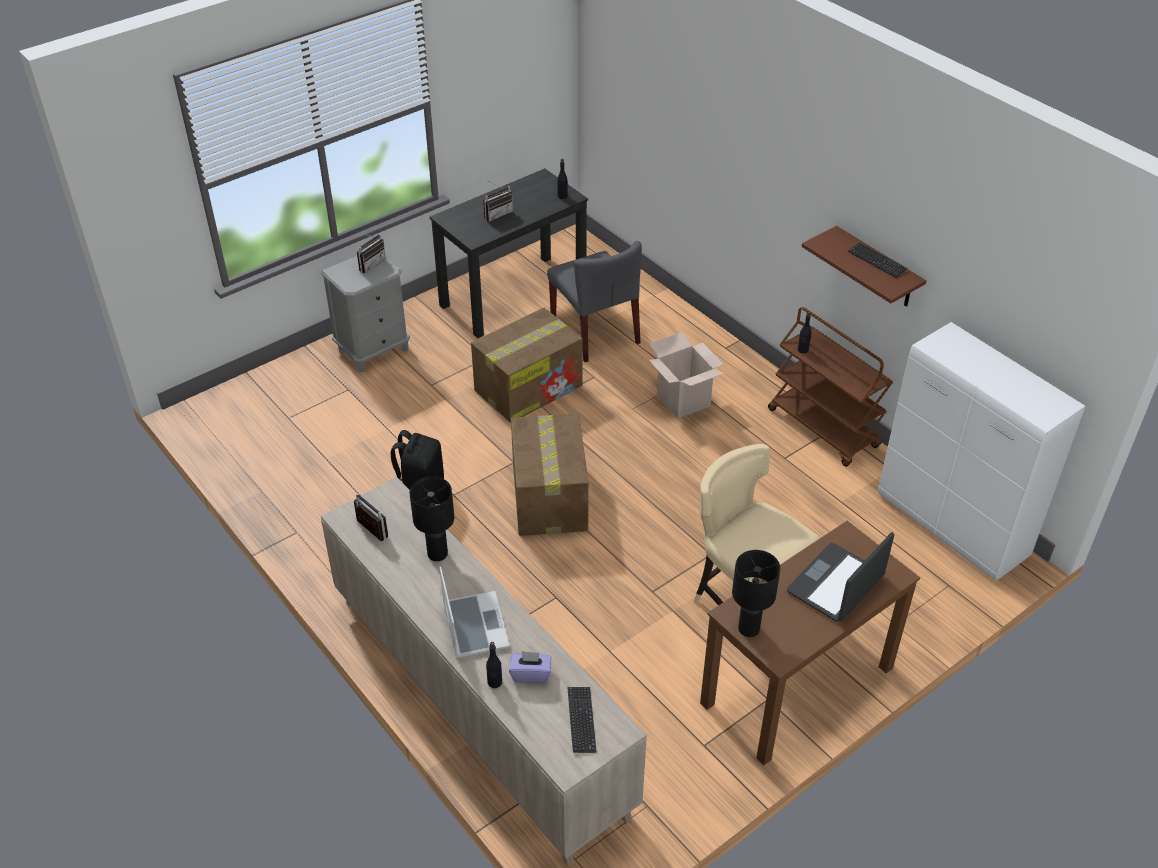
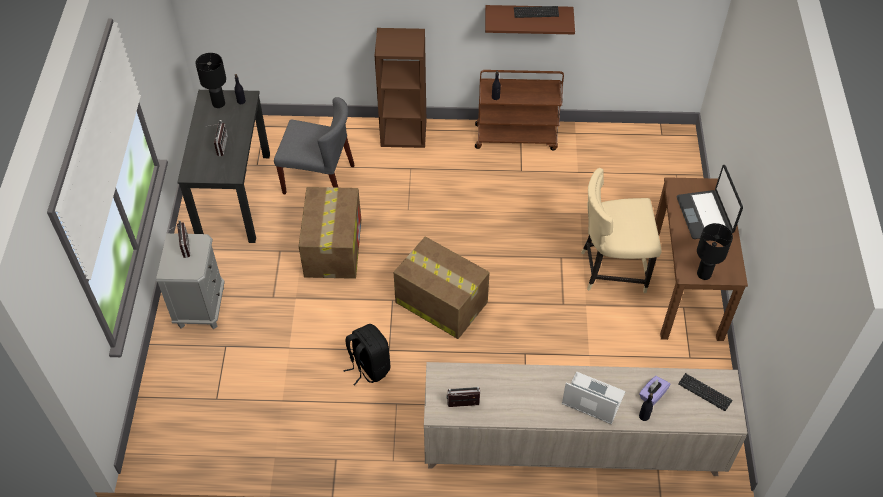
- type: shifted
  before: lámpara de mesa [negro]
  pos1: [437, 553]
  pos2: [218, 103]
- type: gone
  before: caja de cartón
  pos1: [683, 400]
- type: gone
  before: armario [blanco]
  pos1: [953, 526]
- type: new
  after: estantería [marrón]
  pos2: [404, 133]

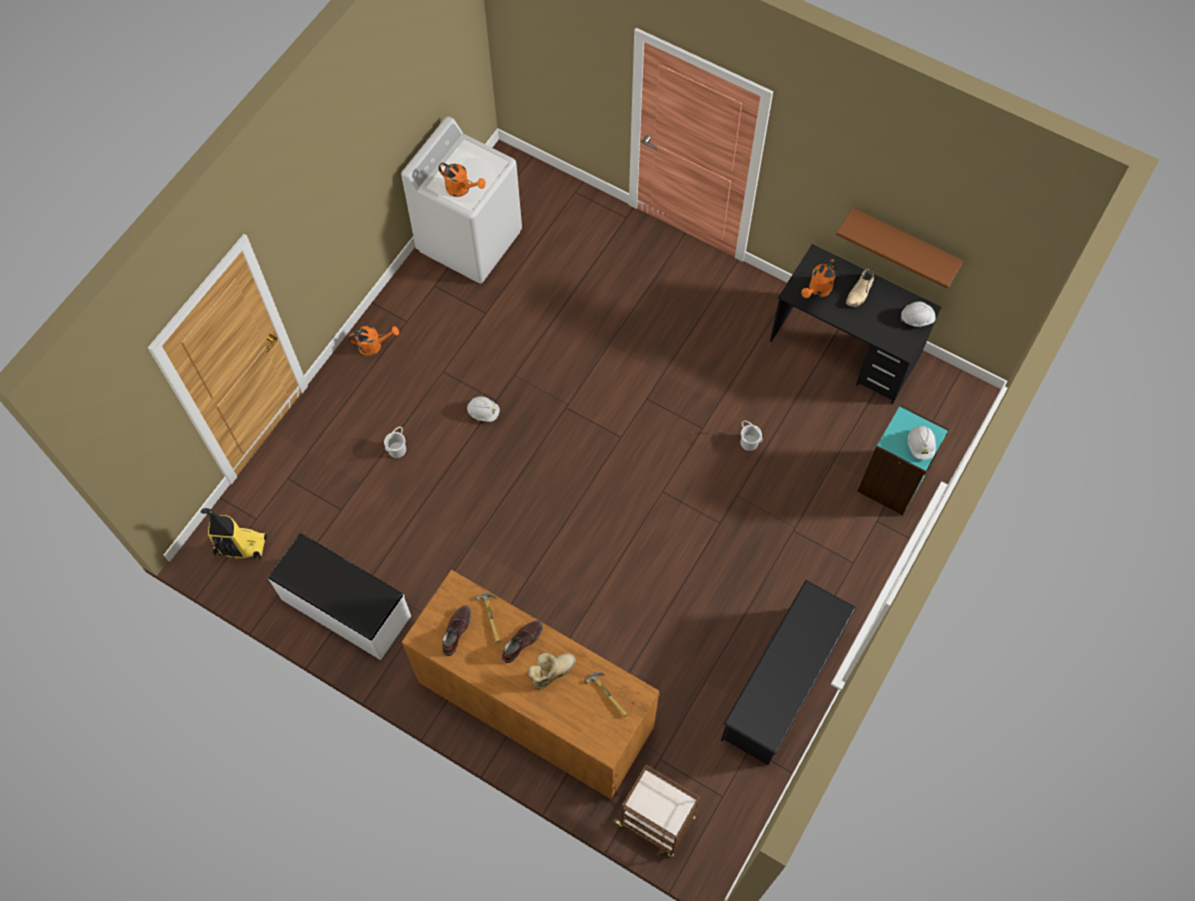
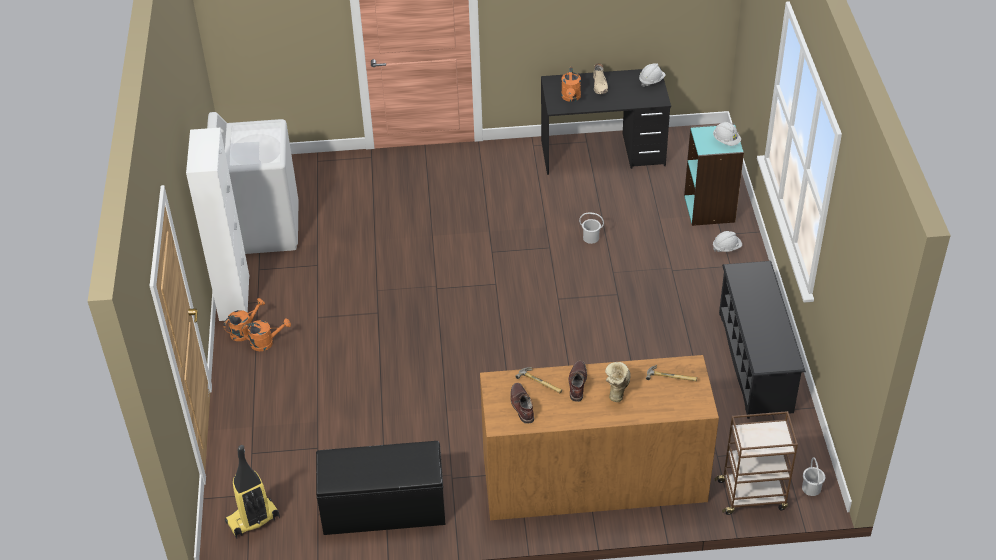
- type: repainted
  before: banco [blanco]
  after: banco [negro]
  pos1: [345, 608]
  pos2: [383, 509]
- type: shifted
  before: cubo [blanco]
  pos1: [397, 449]
  pos2: [811, 488]
- type: shifted
  before: regadera [naranja]
  pos1: [461, 189]
  pos2: [266, 342]
- type: shifted
  before: casco [blanco]
  pos1: [483, 412]
  pos2: [726, 248]
- type: gone
  before: estante [marrón]
  pos1: [904, 242]
- type: new
  after: armario [blanco]
  pos2: [234, 297]

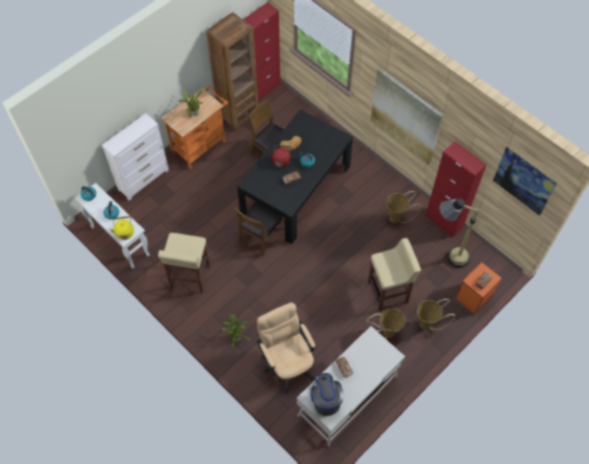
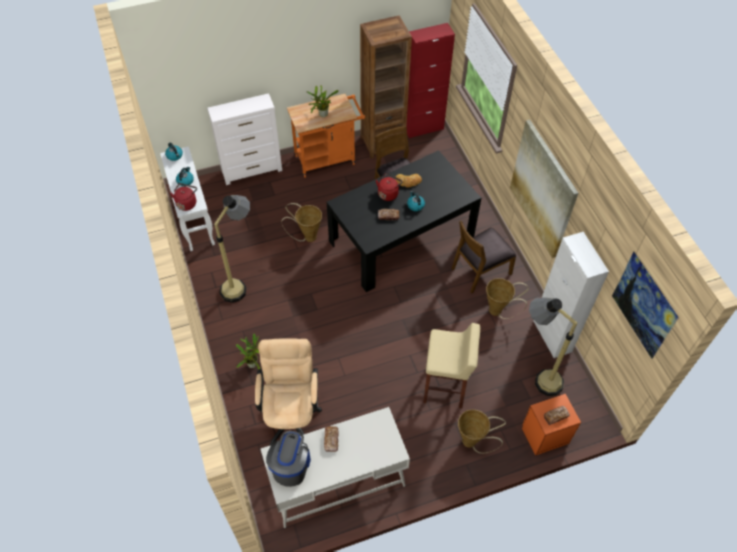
- type: repainted
  before: hervidor [amarillo]
  after: hervidor [rojo]
  pos1: [124, 232]
  pos2: [187, 203]
- type: swapped
  before: taburete [beis]
  after: lámpara de pie
  pos1: [190, 277]
  pos2: [241, 282]
- type: shifted
  before: silla [marrón]
  pos1: [261, 234]
  pos2: [480, 270]
- type: shifted
  before: cesta
  pos1: [386, 333]
  pos2: [307, 237]
- type: repainted
  before: armario [rojo]
  after: armario [blanco]
  pos1: [444, 221]
  pos2: [552, 336]

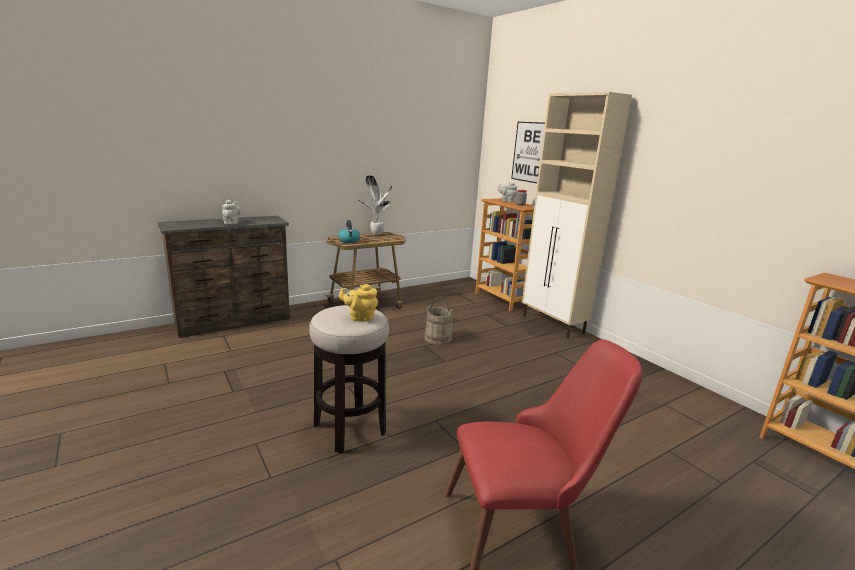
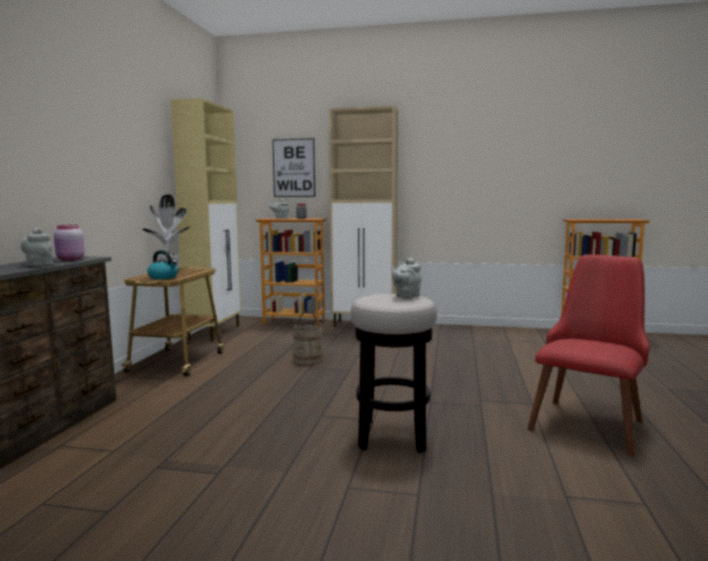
- type: repainted
  before: tetera [amarillo]
  after: tetera [gris]
  pos1: [360, 317]
  pos2: [406, 296]
- type: new
  after: tarro [rosa]
  pos2: [70, 260]
- type: new
  after: armario [beis]
  pos2: [215, 332]

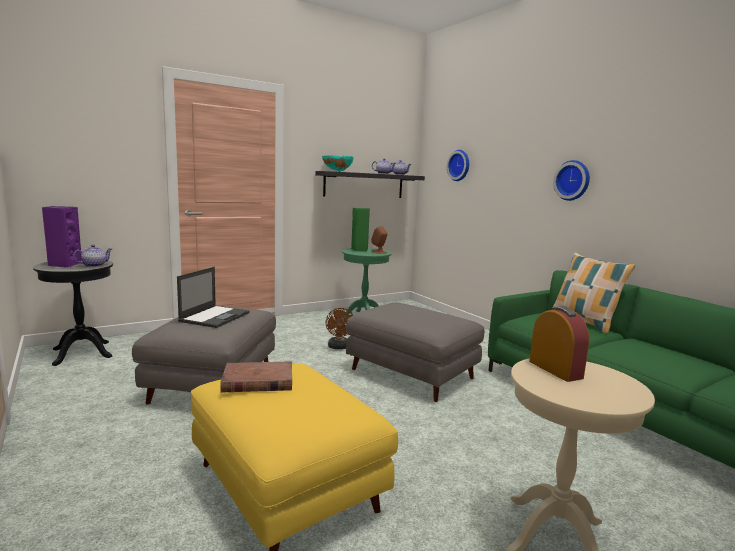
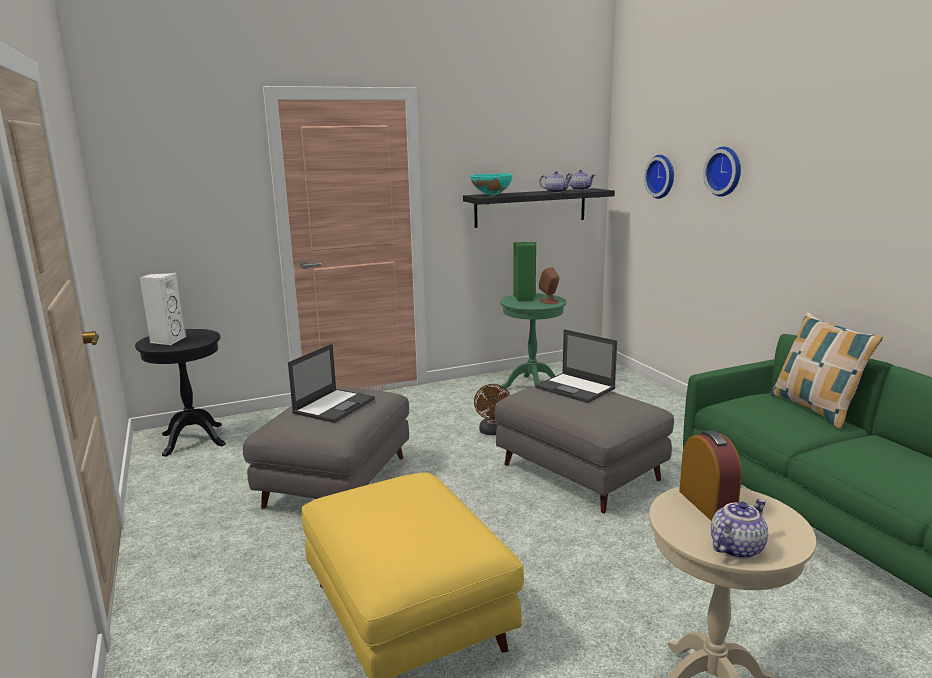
- type: repainted
  before: altavoz [morado]
  after: altavoz [blanco]
  pos1: [64, 264]
  pos2: [167, 340]
- type: shifted
  before: tetera
  pos1: [94, 265]
  pos2: [735, 547]
- type: gone
  before: libro [marrón]
  pos1: [257, 381]
- type: shifted
  before: reloj de pared
  pos1: [573, 180]
  pos2: [725, 171]
- type: new
  after: portátil
  pos2: [576, 388]

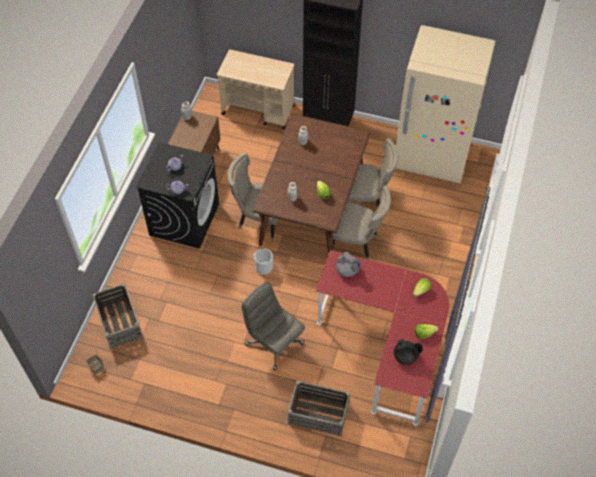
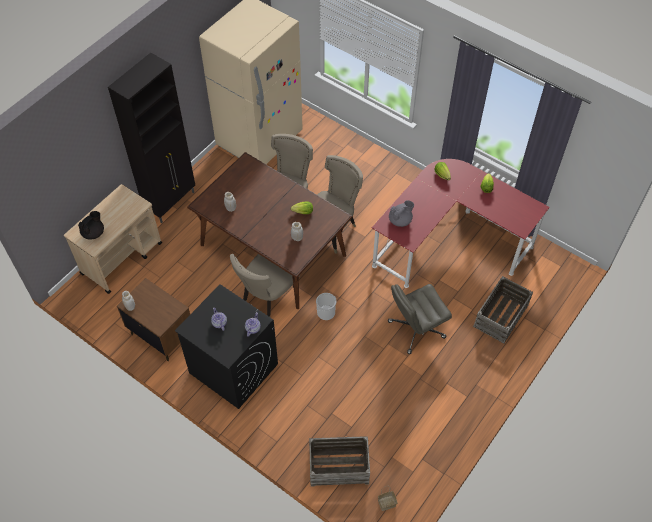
- type: shifted
  before: tetera [negro]
  pos1: [406, 356]
  pos2: [93, 233]

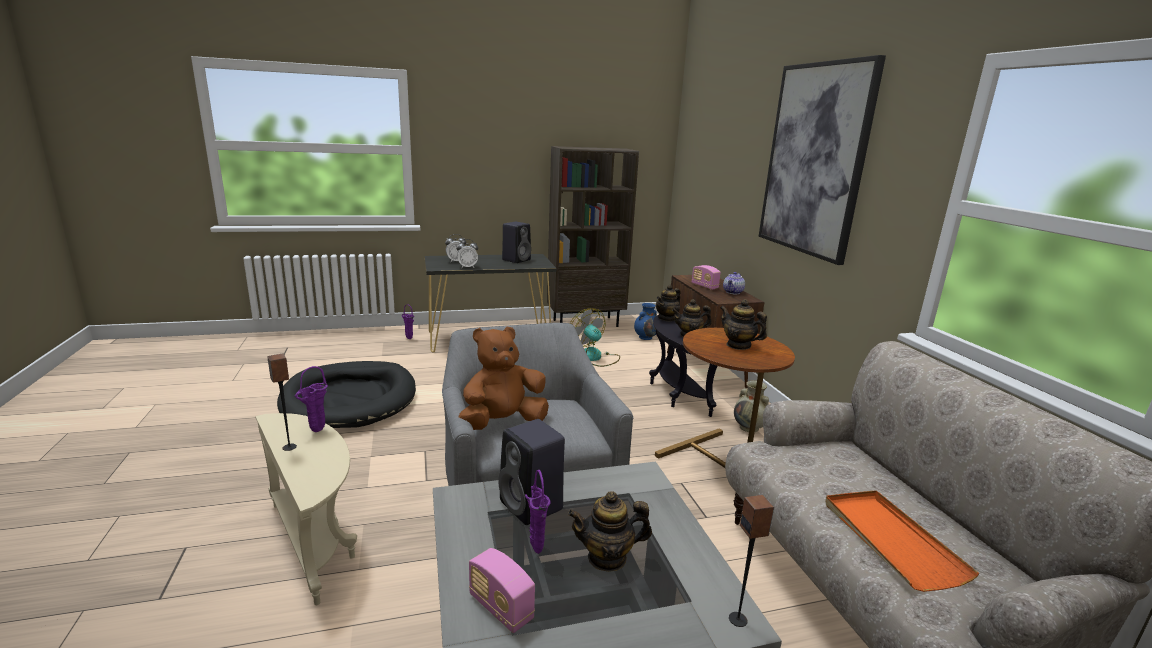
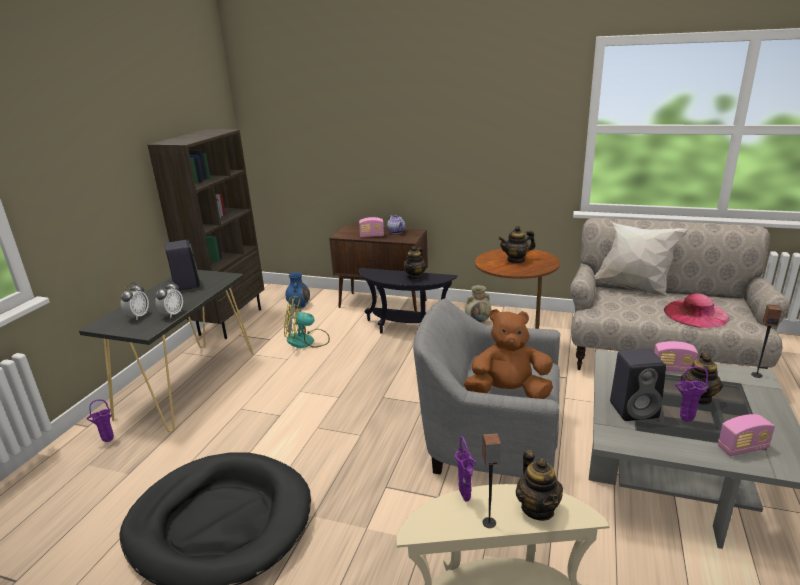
- type: rotated
  before: peluche [marrón]
  pos1: [502, 423]
  pos2: [508, 393]
  turn: 90
- type: shifted
  before: tetera
  pos1: [667, 318]
  pos2: [538, 508]
- type: gone
  before: cuadro
  pos1: [815, 160]
- type: swapped
  before: bandeja [naranja]
  after: sombrero [rosa]
  pos1: [890, 540]
  pos2: [696, 314]
- type: new
  after: cojín [blanco]
  pos2: [632, 288]
- type: new
  after: radio
  pos2: [672, 368]

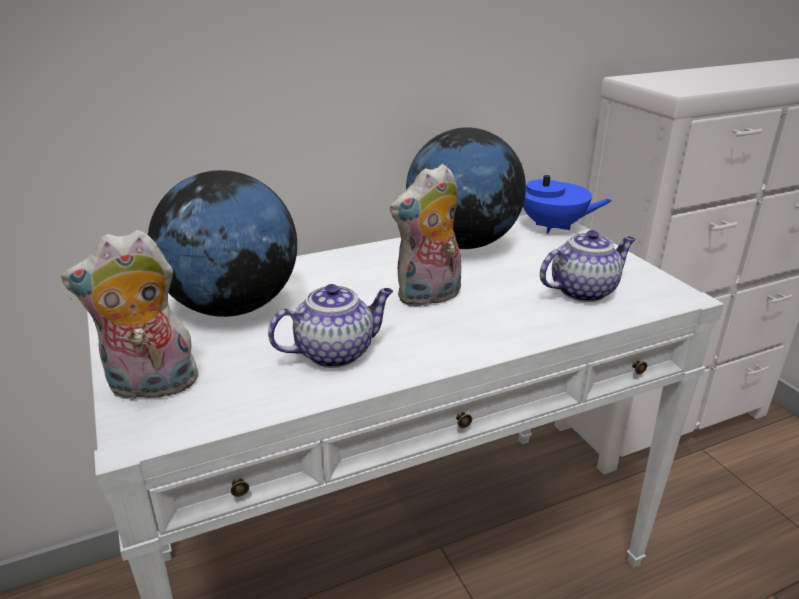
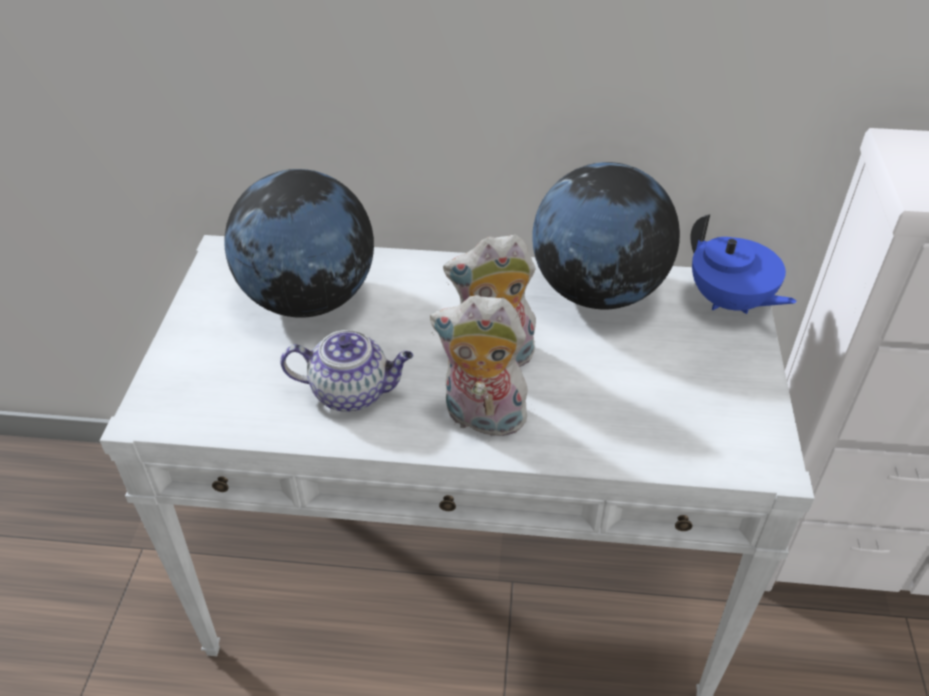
- type: shifted
  before: peluche
  pos1: [151, 387]
  pos2: [481, 419]
- type: gone
  before: tetera
  pos1: [583, 290]

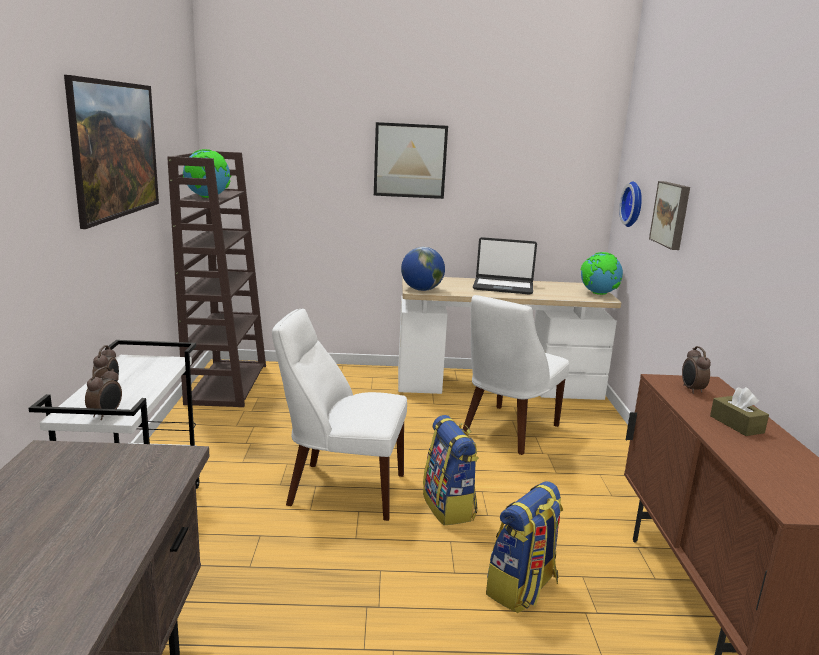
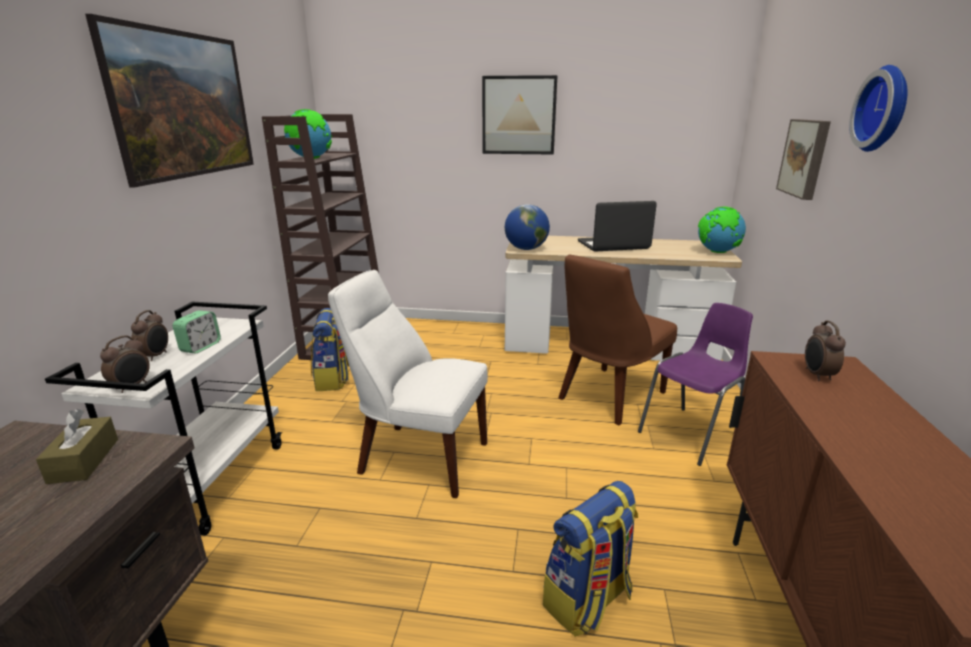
- type: shifted
  before: mochila
  pos1: [449, 507]
  pos2: [332, 379]
- type: repainted
  before: silla [blanco]
  after: silla [marrón]
  pos1: [507, 431]
  pos2: [608, 397]
- type: rotated
  before: portátil
  pos1: [503, 287]
  pos2: [613, 245]
  turn: 150
- type: shifted
  before: reloj de pared
  pos1: [634, 204]
  pos2: [885, 109]
- type: shifted
  before: caja de pañuelos [marrón]
  pos1: [736, 424]
  pos2: [84, 460]
- type: new
  after: despertador
  pos2: [200, 347]
- type: new
  after: silla [morado]
  pos2: [691, 434]

